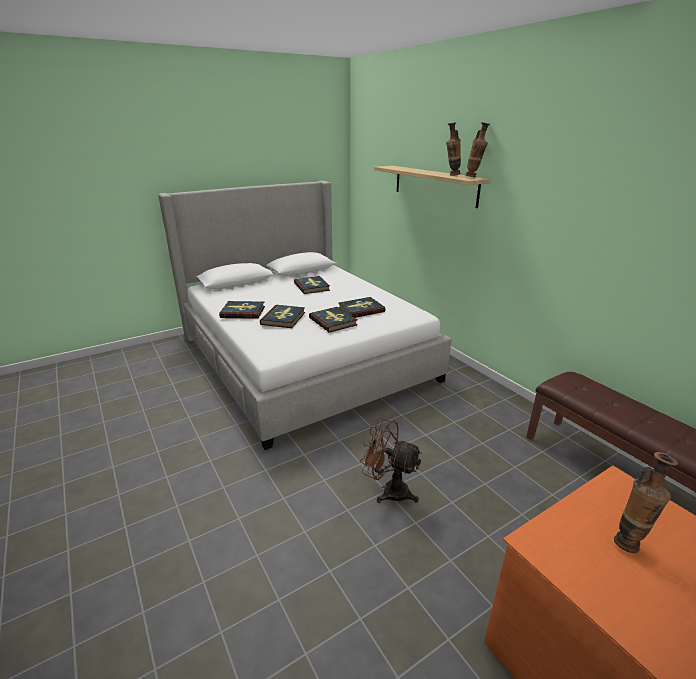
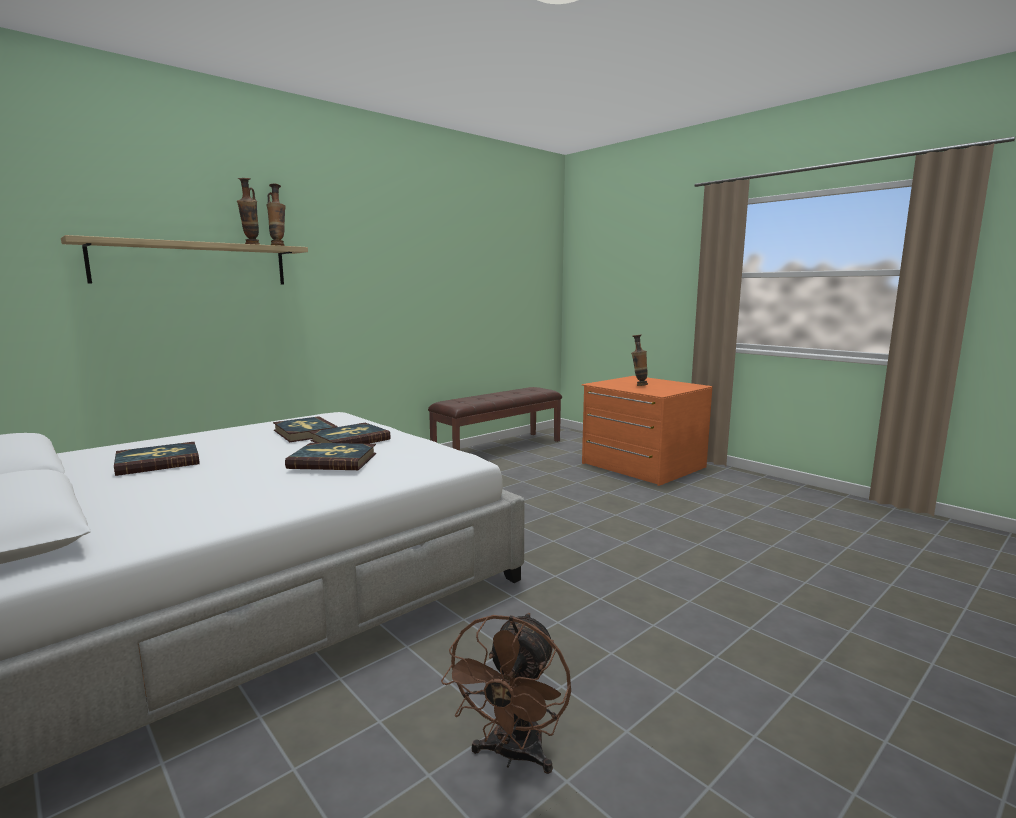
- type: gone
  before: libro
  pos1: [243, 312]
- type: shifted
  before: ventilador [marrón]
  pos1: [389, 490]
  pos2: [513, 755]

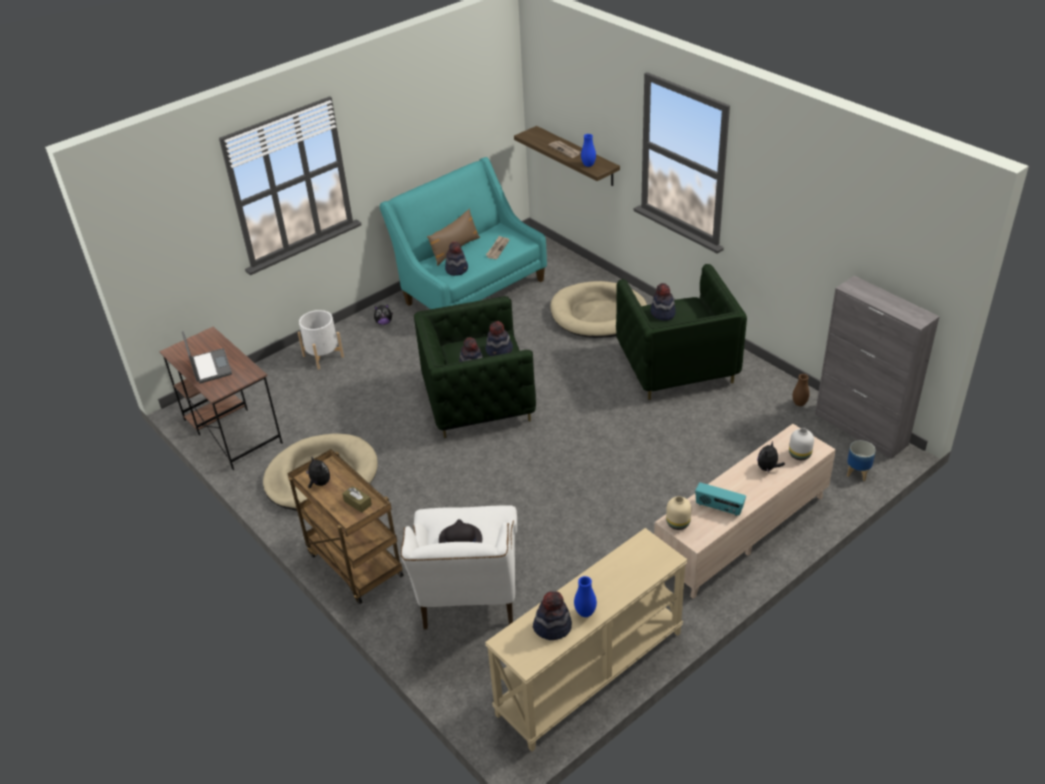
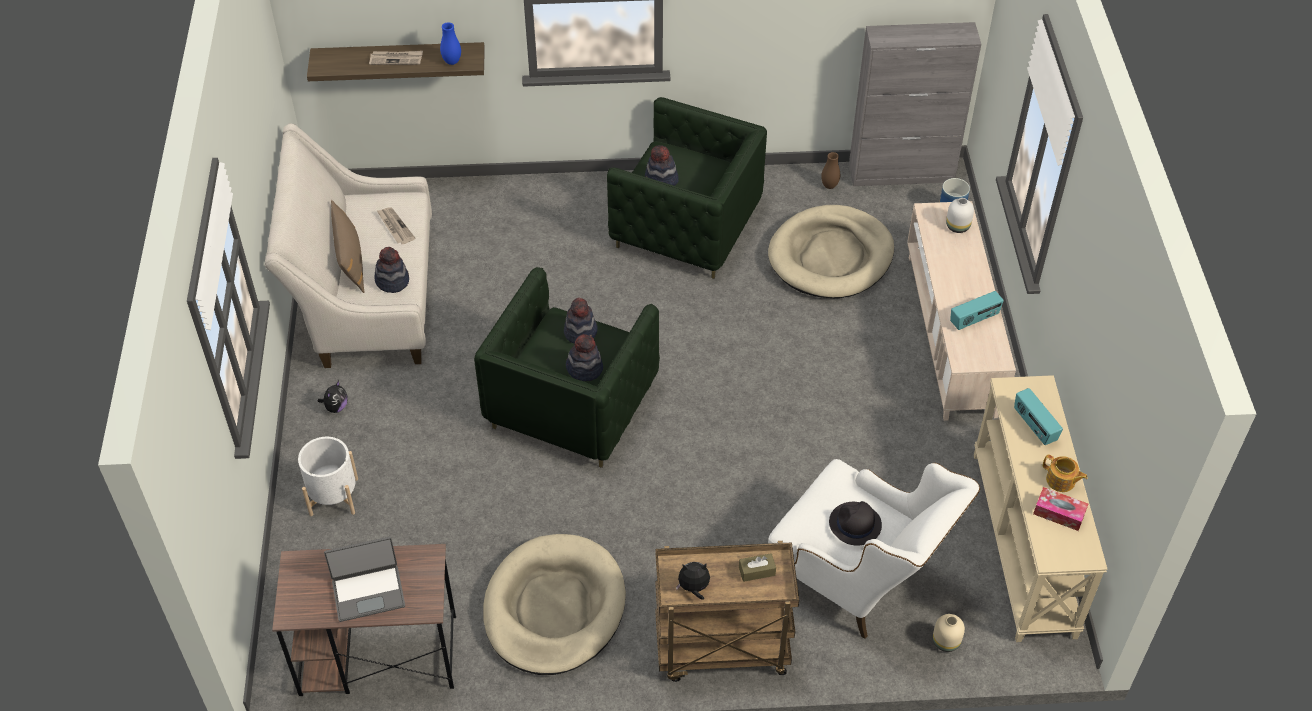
- type: rotated
  before: portátil
  pos1: [210, 367]
  pos2: [368, 592]
  turn: 150
- type: repainted
  before: sofá [turquesa]
  after: sofá [beis]
  pos1: [470, 289]
  pos2: [366, 298]
- type: swapped
  before: sombrero
  after: caja de pañuelos
  pos1: [552, 626]
  pos2: [1059, 513]
- type: shifted
  before: cama para perro [beis]
  pos1: [599, 314]
  pos2: [831, 256]
- type: swapped
  before: florero [azul]
  after: tetera
  pos1: [585, 613]
  pos2: [1061, 481]
- type: shifted
  before: florero [beis]
  pos1: [678, 523]
  pos2: [945, 641]
- type: gone
  before: peluche
  pos1: [768, 468]
- type: new
  after: radio
  pos2: [1034, 426]

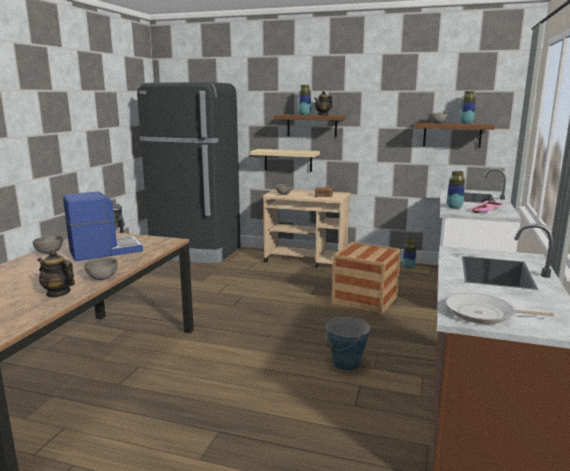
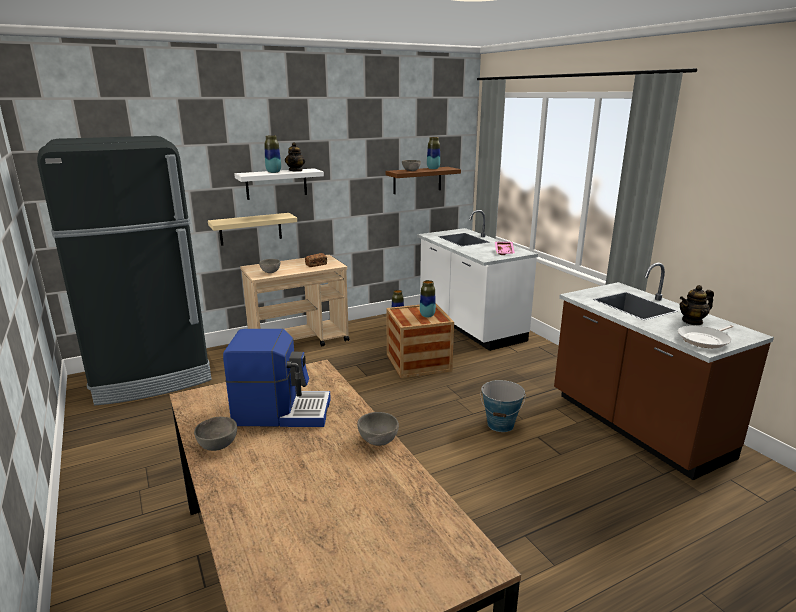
- type: shifted
  before: tetera
  pos1: [58, 293]
  pos2: [692, 321]
- type: rotated
  before: cafetera
  pos1: [105, 251]
  pos2: [282, 411]
  turn: 75
- type: repainted
  before: estante [marrón]
  after: estante [blanco]
  pos1: [311, 125]
  pos2: [276, 184]
- type: shifted
  before: florero
  pos1: [454, 207]
  pos2: [427, 315]

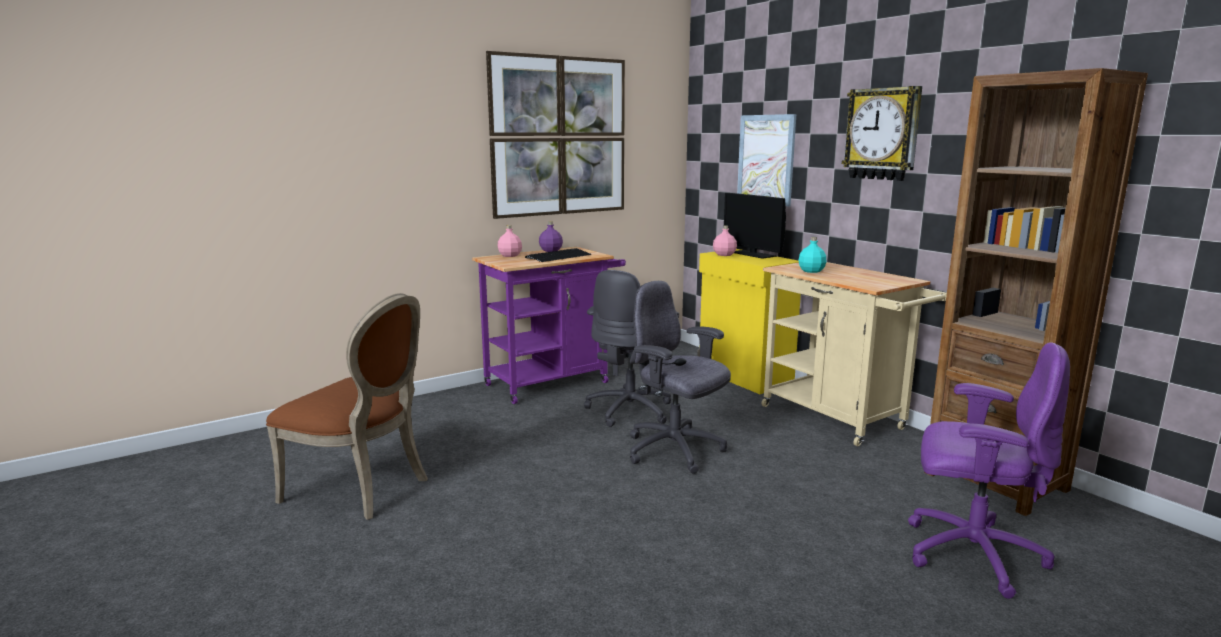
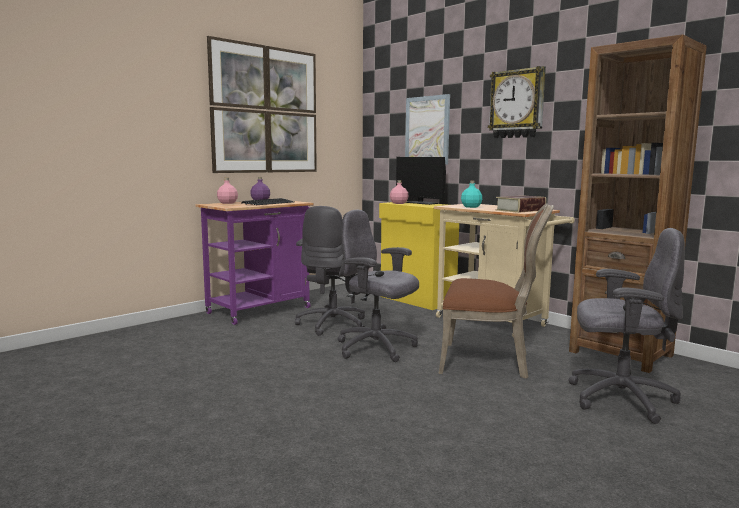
- type: shifted
  before: silla [marrón]
  pos1: [363, 489]
  pos2: [488, 362]
- type: repainted
  before: silla de oficina [morado]
  after: silla de oficina [gris]
  pos1: [970, 554]
  pos2: [619, 398]
- type: new
  after: libro
  pos2: [520, 210]

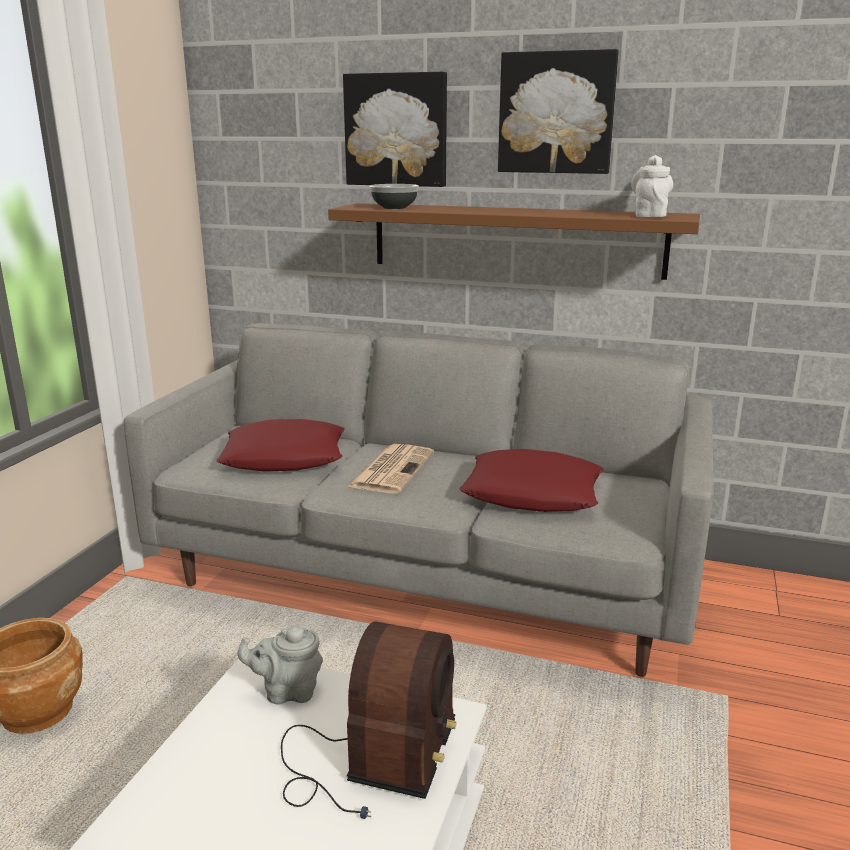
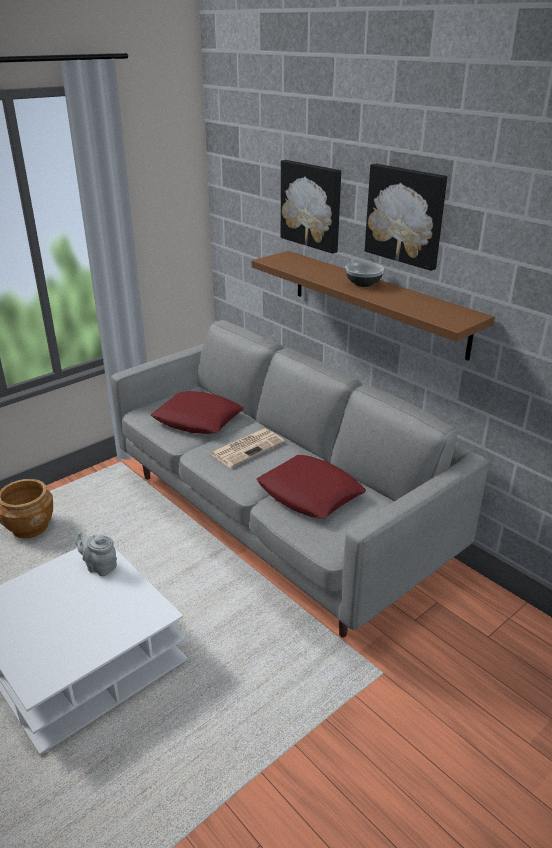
- type: gone
  before: radio
  pos1: [370, 760]
- type: shifted
  before: cuenco
  pos1: [393, 207]
  pos2: [363, 284]
- type: gone
  before: tetera [blanco]
  pos1: [649, 215]

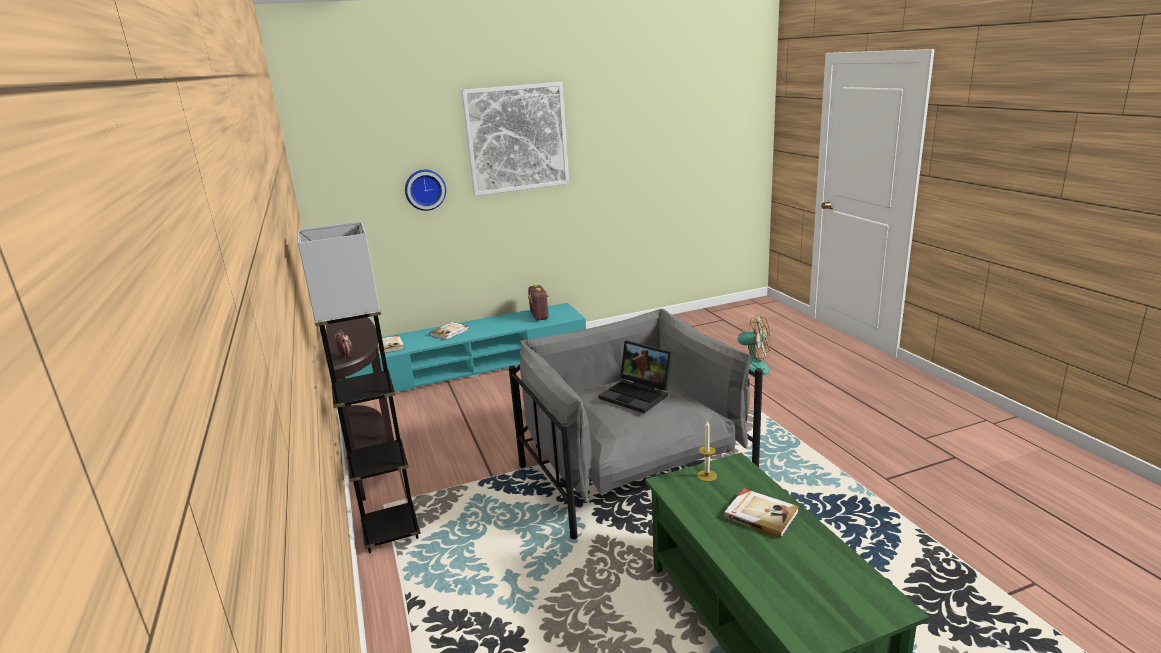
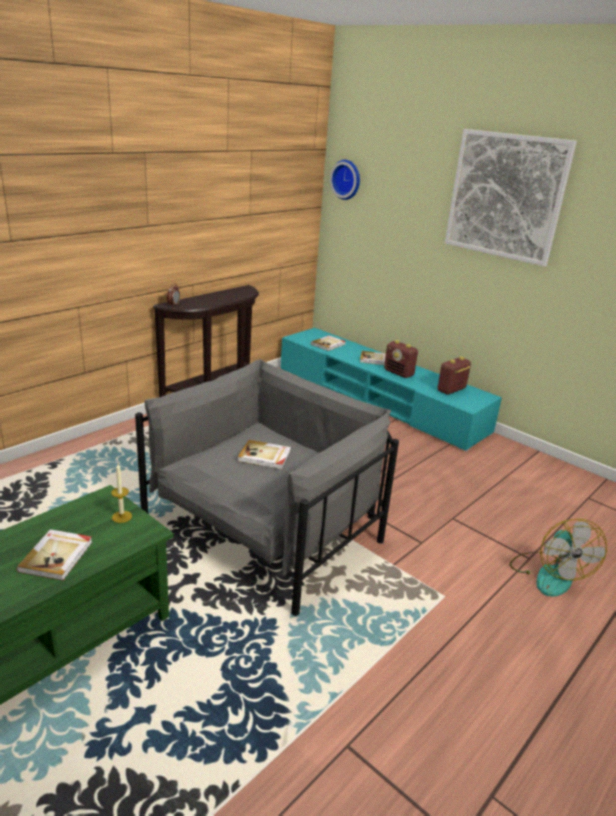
- type: gone
  before: lámpara de pie [gris]
  pos1: [391, 532]
- type: shifted
  before: reloj de pared
  pos1: [425, 189]
  pos2: [347, 179]
- type: swapped
  before: portátil
  after: libro
  pos1: [638, 395]
  pos2: [265, 456]
- type: new
  after: radio
  pos2: [399, 373]

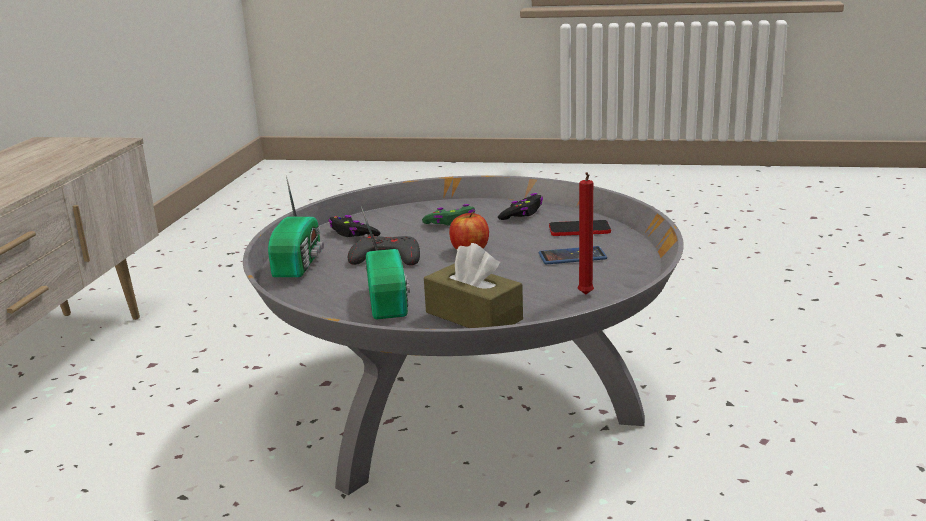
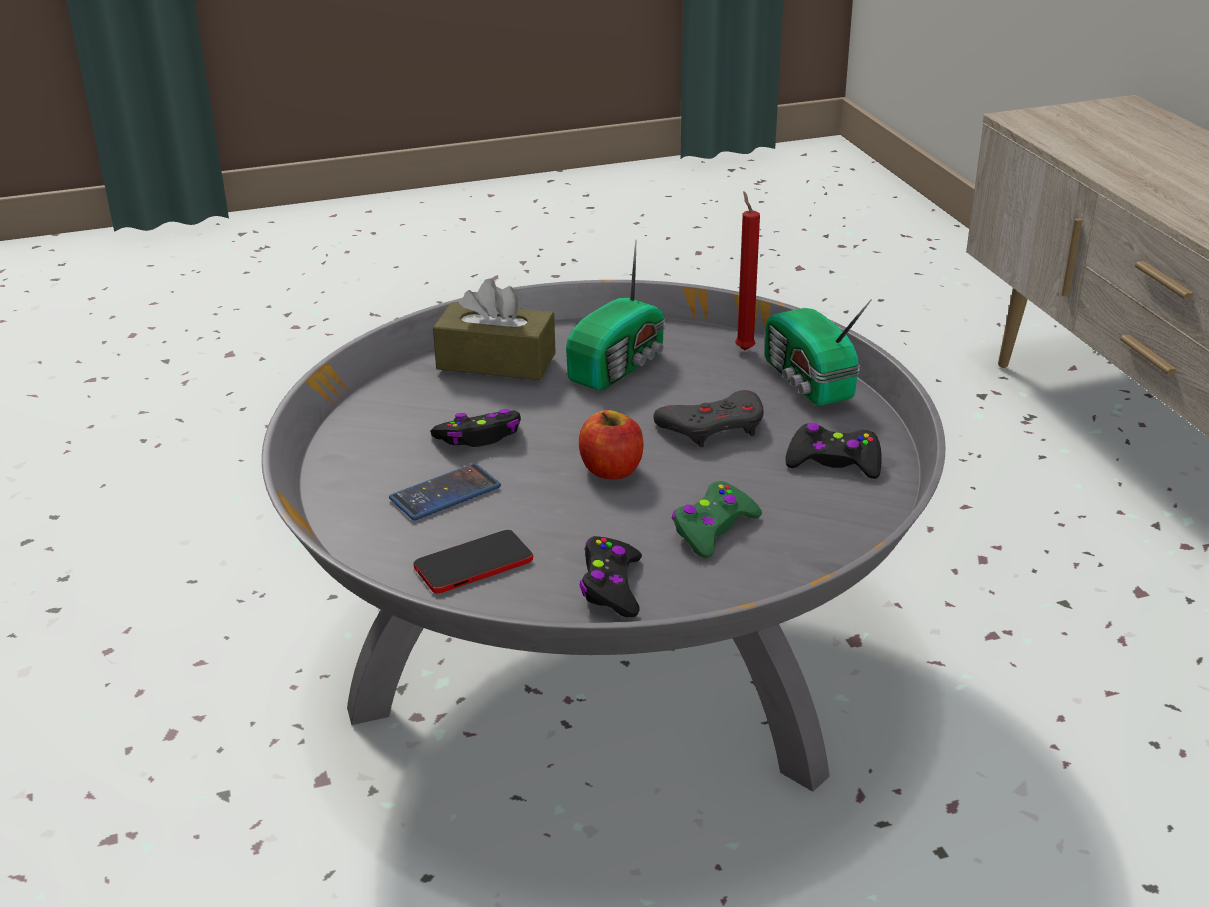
- type: rotated
  before: radio
  pos1: [389, 300]
  pos2: [620, 366]
  turn: -105
- type: shifted
  before: vela [rojo]
  pos1: [585, 295]
  pos2: [743, 349]
- type: new
  after: mando de consola [negro]
  pos2: [479, 437]

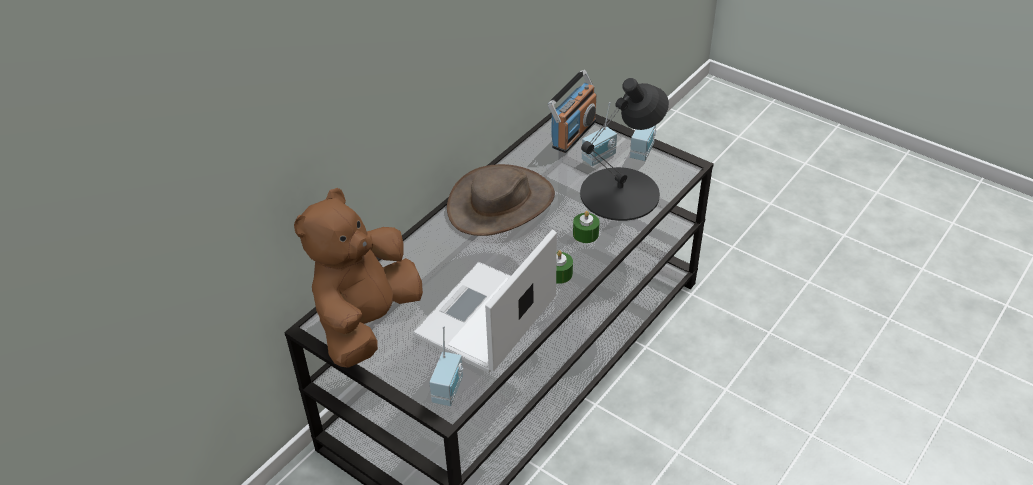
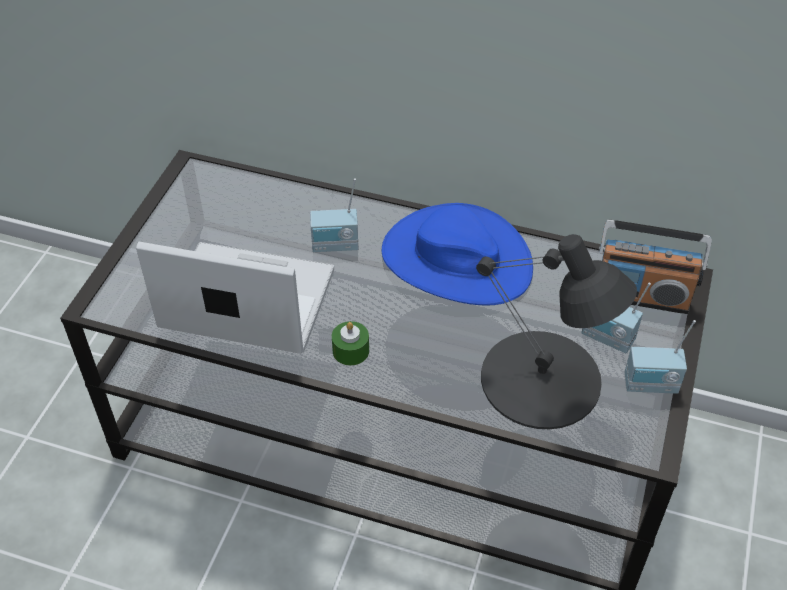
- type: gone
  before: peluche [marrón]
  pos1: [367, 322]
- type: shifted
  before: radio
  pos1: [449, 390]
  pos2: [335, 246]
- type: repainted
  before: sombrero [marrón]
  after: sombrero [azul]
  pos1: [501, 203]
  pos2: [456, 260]
- type: gone
  before: vela [verde]
  pos1: [585, 234]

